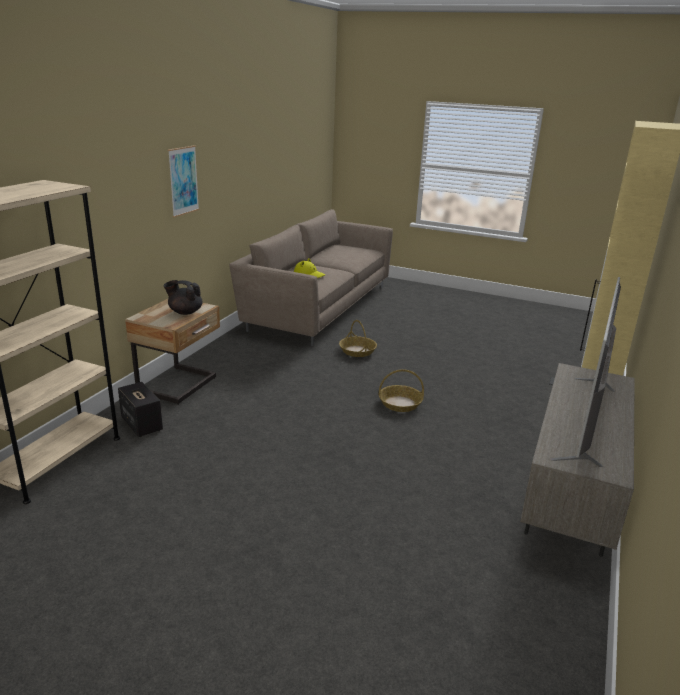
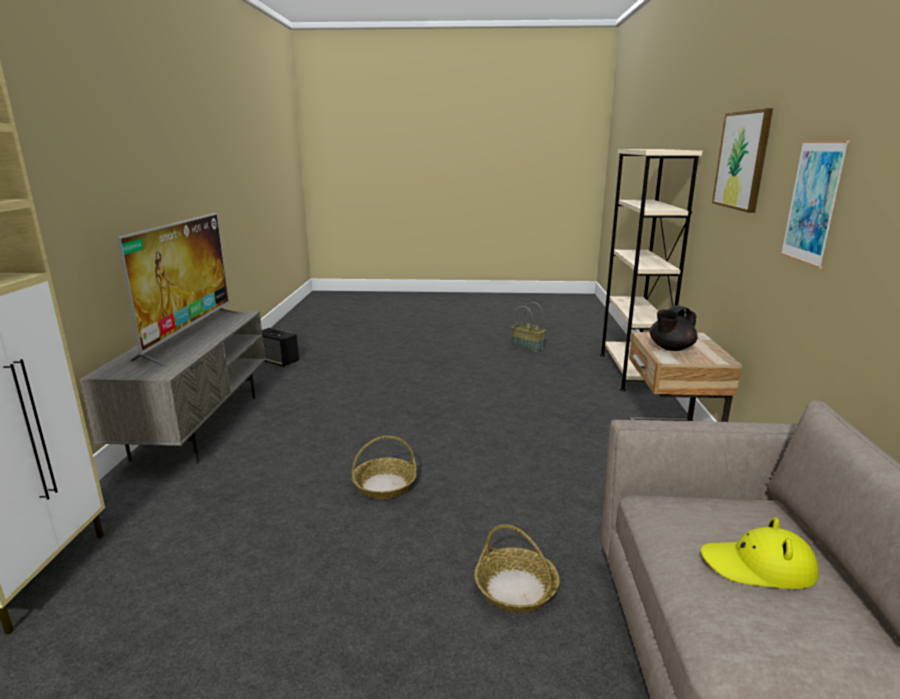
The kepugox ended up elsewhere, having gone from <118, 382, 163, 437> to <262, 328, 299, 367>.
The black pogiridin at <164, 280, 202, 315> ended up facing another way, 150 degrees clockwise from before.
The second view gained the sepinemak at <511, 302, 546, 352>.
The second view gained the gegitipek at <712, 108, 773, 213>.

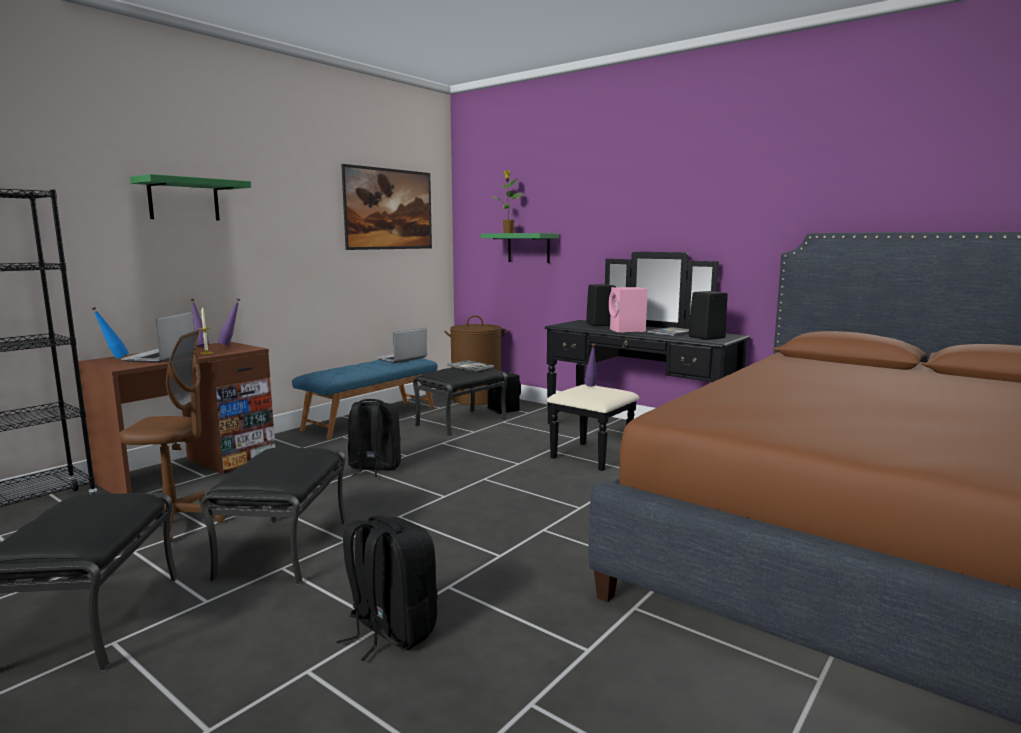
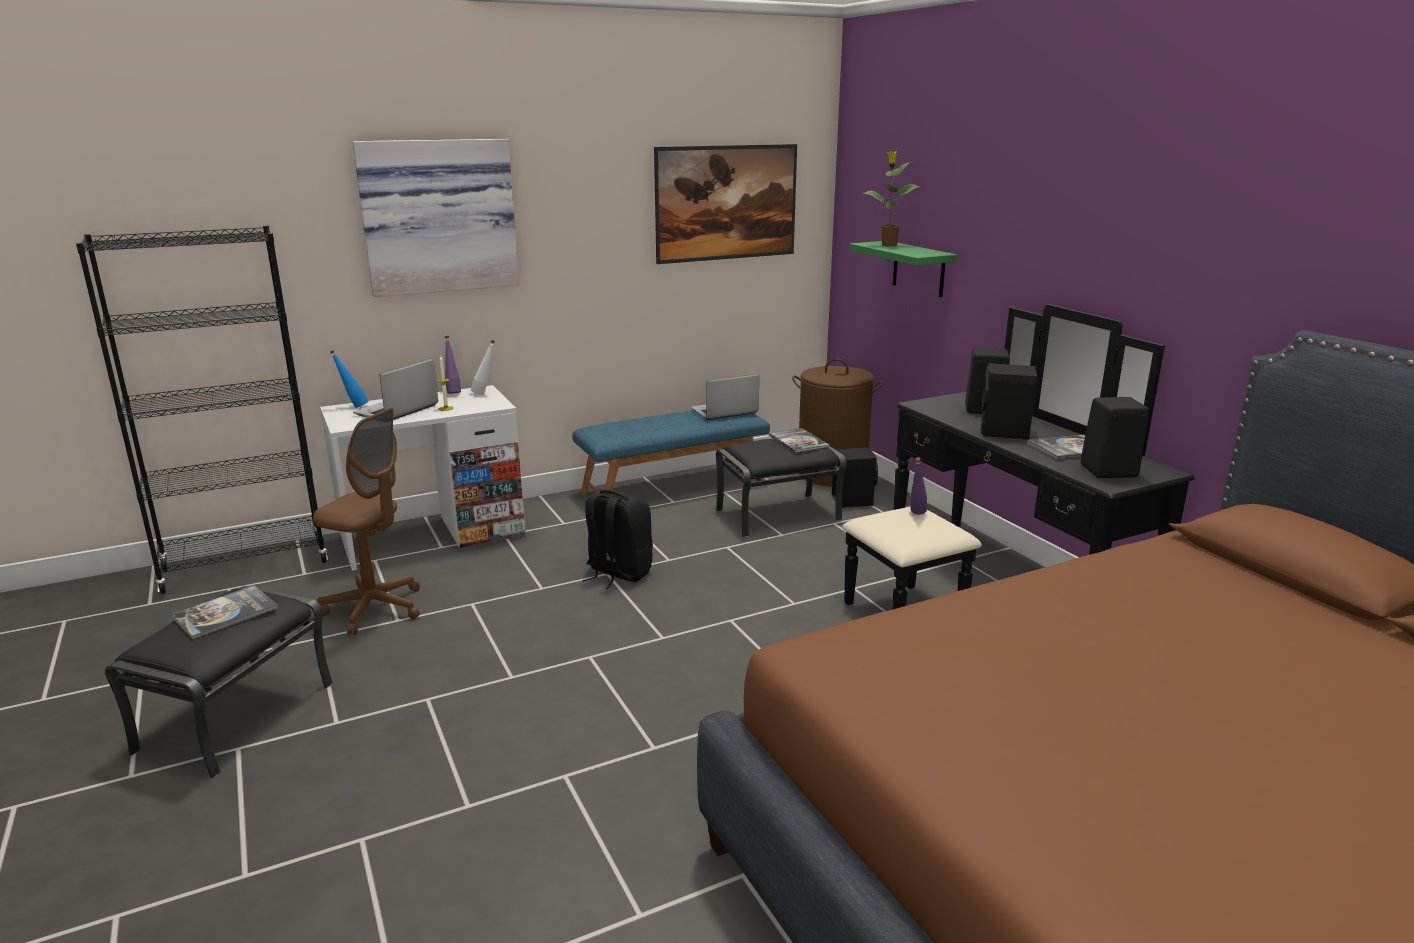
What was the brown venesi at <78, 342, 275, 494> turned into the white venesi at <320, 385, 526, 571>.
Where the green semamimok hung at <130, 174, 251, 220>, the gegitipek came to hang at <353, 139, 519, 297>.
The second view lost the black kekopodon at <200, 447, 347, 585>.
What was the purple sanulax at <217, 298, 240, 345> turned into the white sanulax at <471, 339, 495, 395>.
The second view lost the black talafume at <336, 515, 438, 661>.
What was the pink kepugox at <609, 287, 648, 333> turned into the black kepugox at <981, 363, 1037, 440>.
The second view gained the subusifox at <171, 585, 278, 639>.

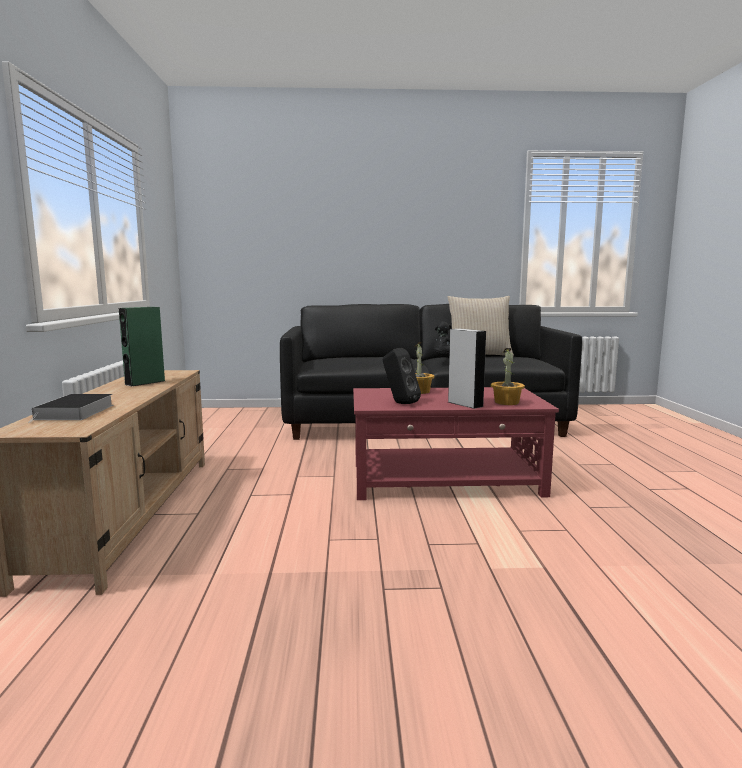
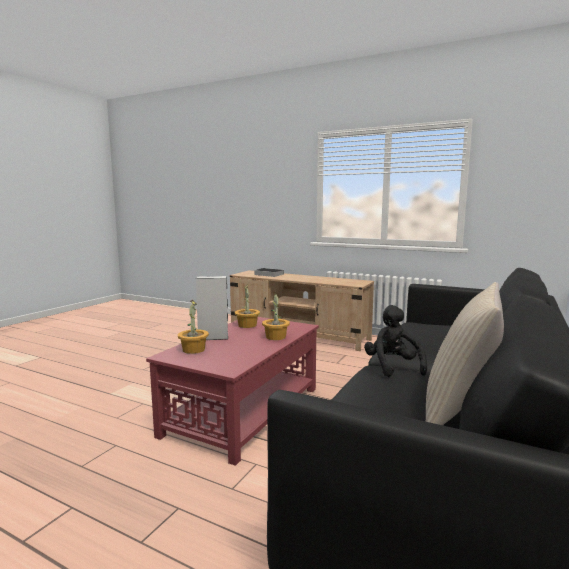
The second view lost the green kepugox at <119, 307, 165, 386>.
Where the black kepugox stood at <383, 348, 421, 404>, the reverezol came to stand at <235, 284, 260, 328>.

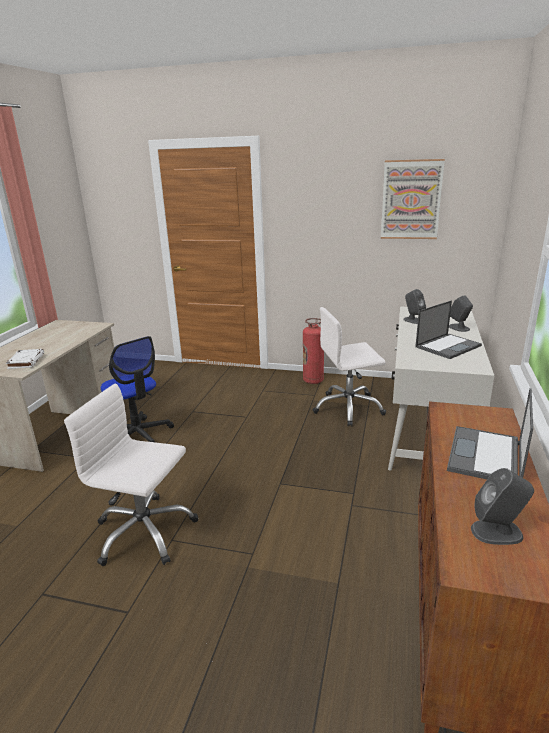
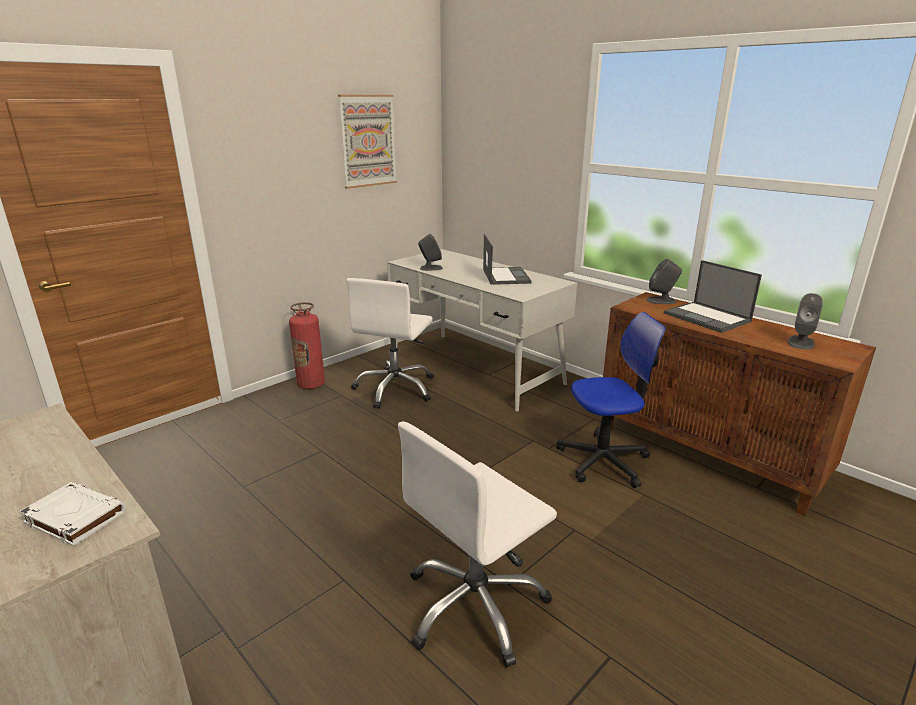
The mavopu ended up elsewhere, having gone from <101, 336, 174, 442> to <556, 312, 666, 488>.
The grey kepugox ended up elsewhere, having gone from <449, 295, 473, 332> to <647, 259, 682, 304>.

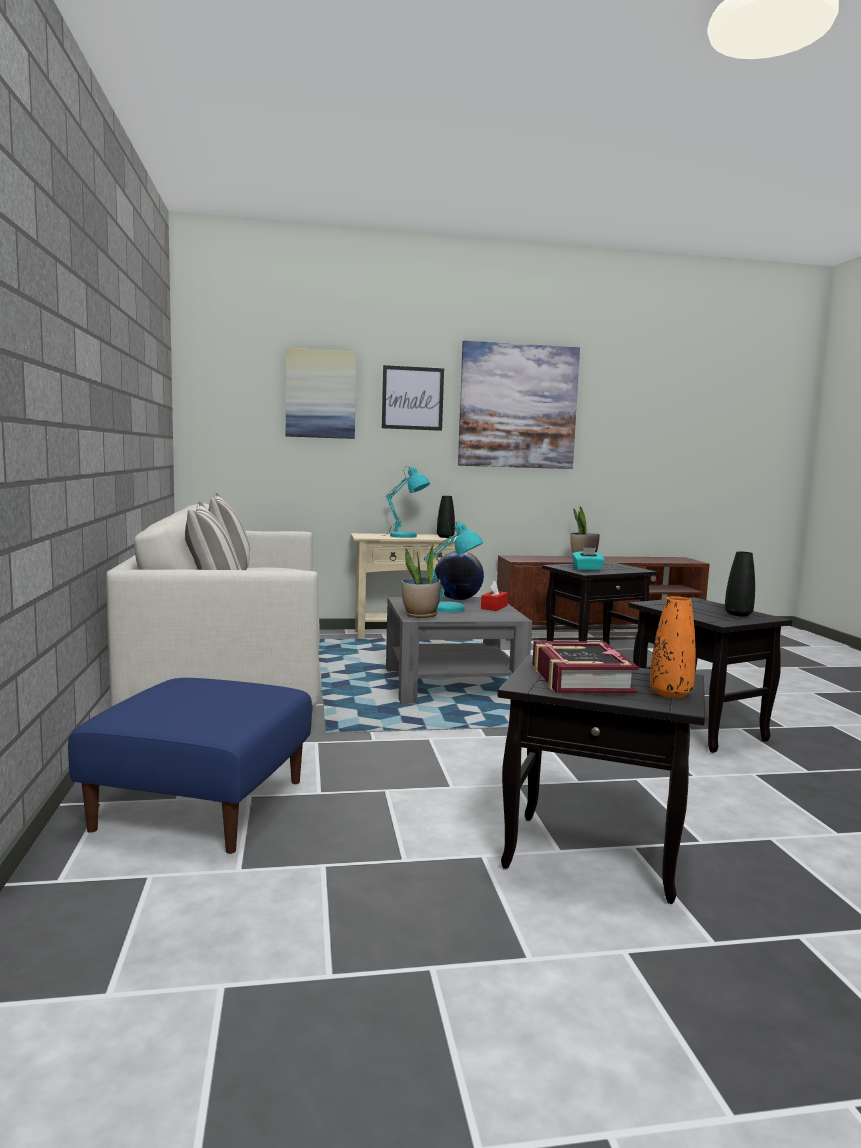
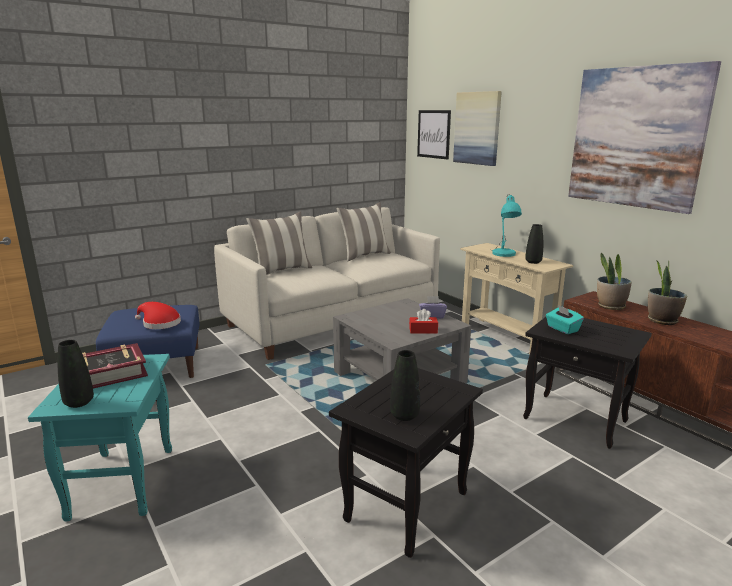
The gegitipek ended up elsewhere, having gone from <382, 365, 444, 431> to <417, 110, 451, 160>.
The reverezol ended up elsewhere, having gone from <401, 545, 441, 618> to <597, 253, 631, 310>.
The second view lost the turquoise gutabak at <424, 522, 483, 613>.
Where the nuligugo stood at <434, 551, 484, 600>, the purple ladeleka came to stand at <419, 296, 447, 319>.
What was the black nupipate at <498, 655, 705, 904> turned into the turquoise nupipate at <28, 354, 172, 521>.
What was the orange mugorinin at <650, 596, 696, 698> turned into the black mugorinin at <58, 340, 94, 408>.
The second view gained the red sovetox at <135, 302, 181, 329>.

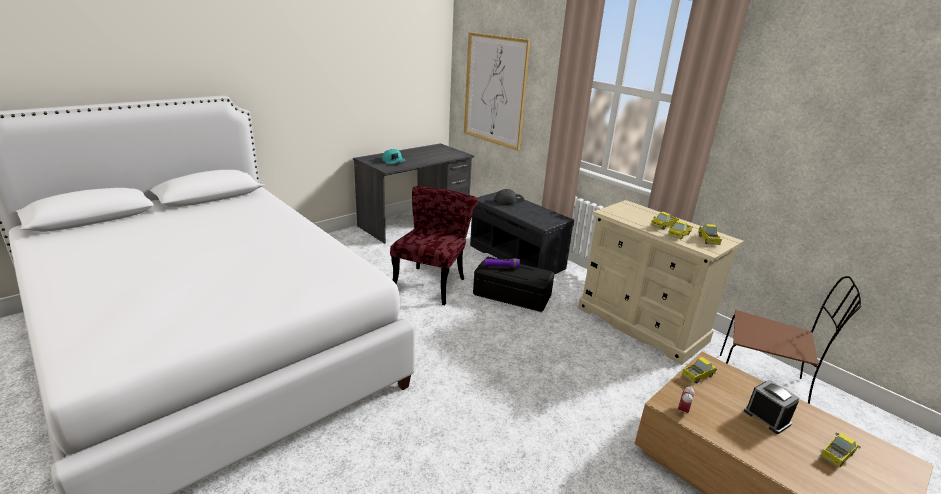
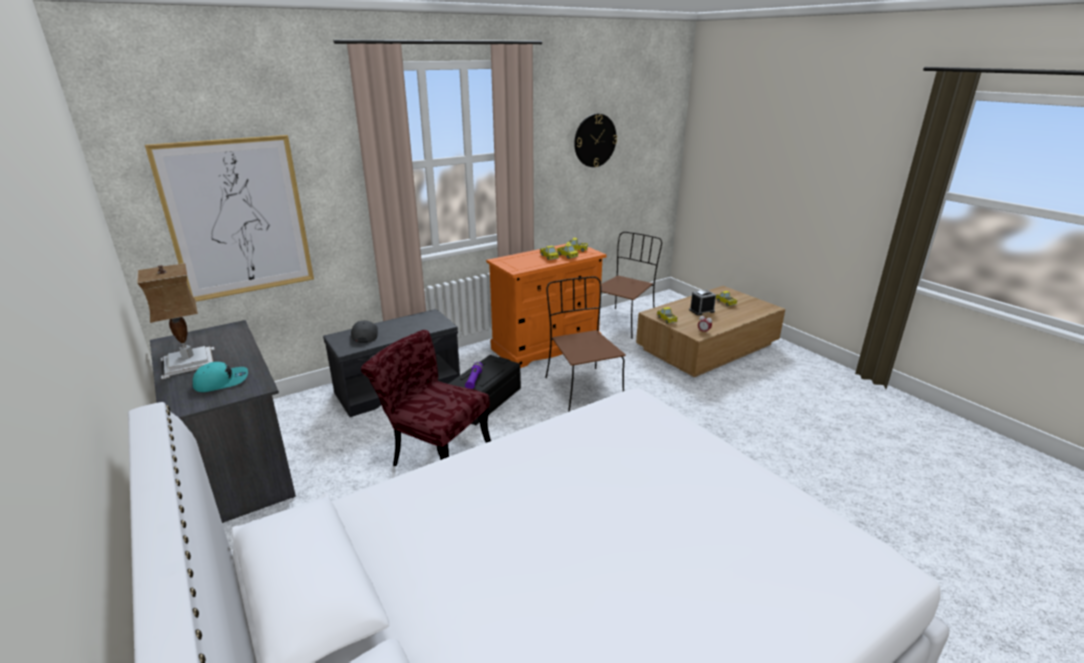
What was the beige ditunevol at <578, 200, 744, 365> turned into the orange ditunevol at <486, 244, 607, 368>.
The second view gained the gutabak at <137, 263, 215, 379>.
The second view gained the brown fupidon at <545, 276, 626, 411>.
The second view gained the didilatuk at <574, 114, 617, 167>.

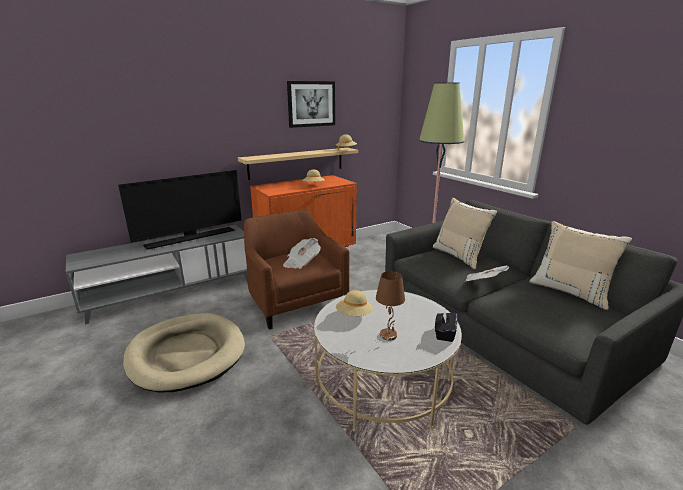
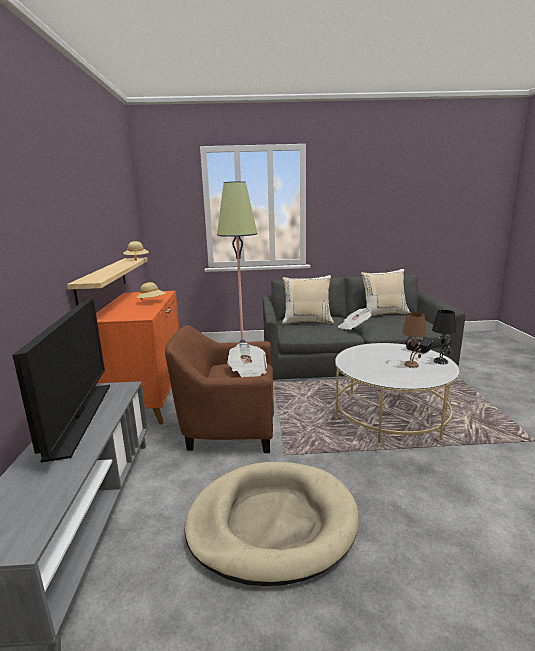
The second view lost the gegitipek at <287, 81, 335, 128>.
The second view lost the beige sovetox at <336, 290, 373, 316>.
The second view gained the black gutabak at <432, 310, 457, 364>.

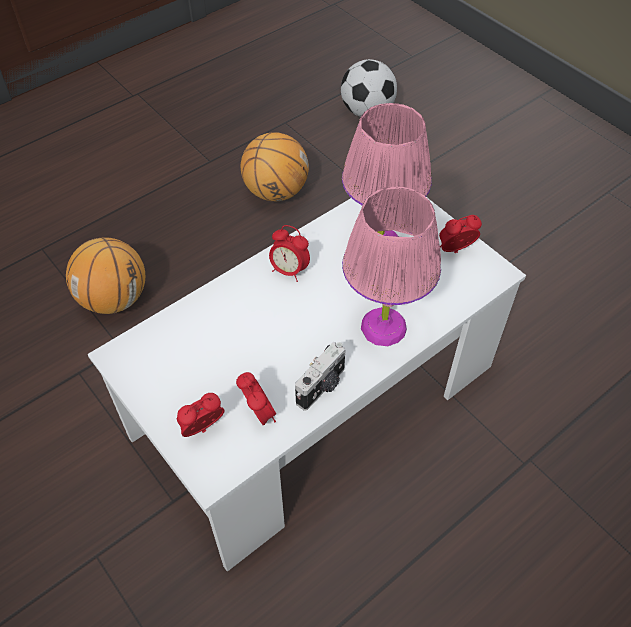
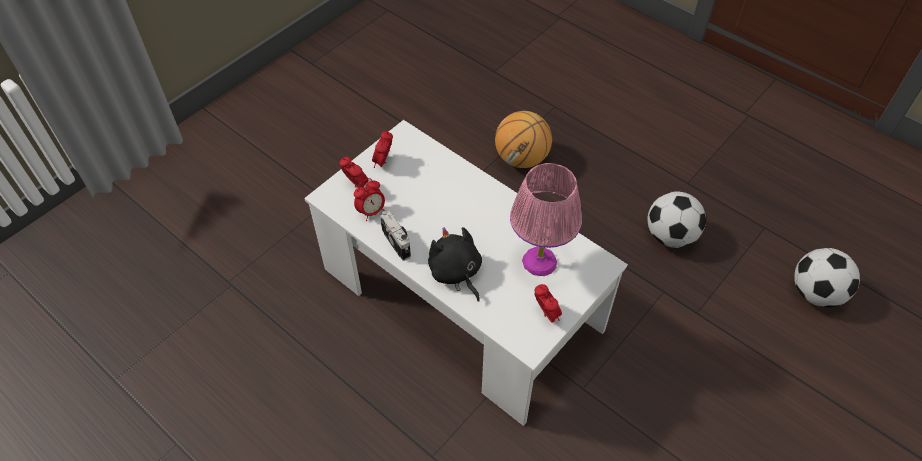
Where the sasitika stood at <241, 132, 309, 201>, the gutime came to stand at <648, 191, 706, 248>.
The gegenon ended up elsewhere, having gone from <269, 225, 310, 282> to <372, 132, 393, 168>.
The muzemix at <295, 342, 346, 411> ended up facing another way, 150 degrees counterclockwise from before.
Where the pink gutabak stood at <342, 187, 441, 346>, the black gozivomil came to stand at <428, 227, 482, 302>.

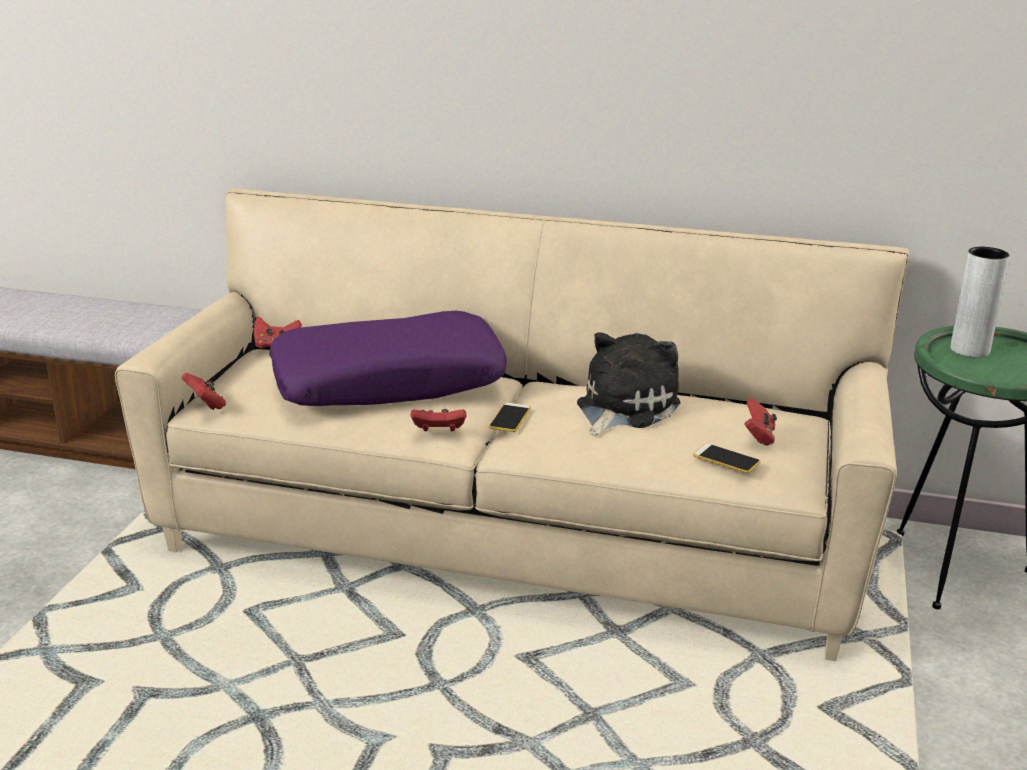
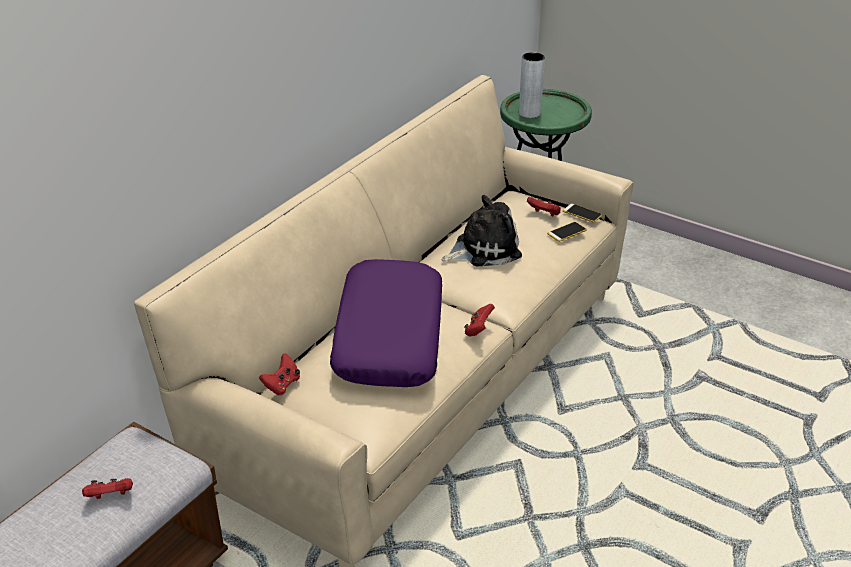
The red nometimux ended up elsewhere, having gone from <182, 373, 226, 410> to <82, 478, 133, 499>.
The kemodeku ended up elsewhere, having gone from <489, 403, 531, 432> to <563, 204, 602, 223>.
The gozivomil at <577, 332, 681, 436> ended up facing another way, 105 degrees clockwise from before.

